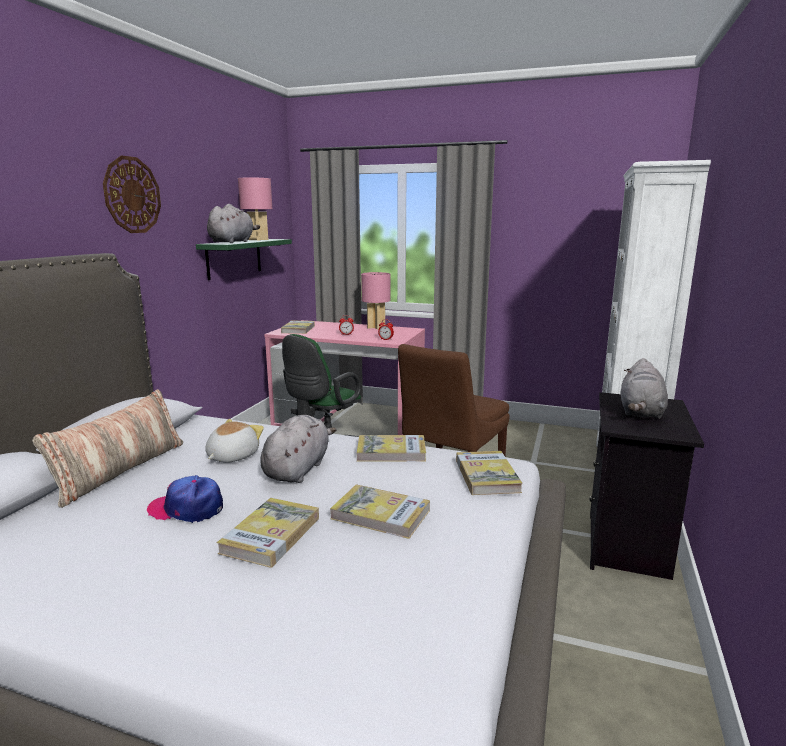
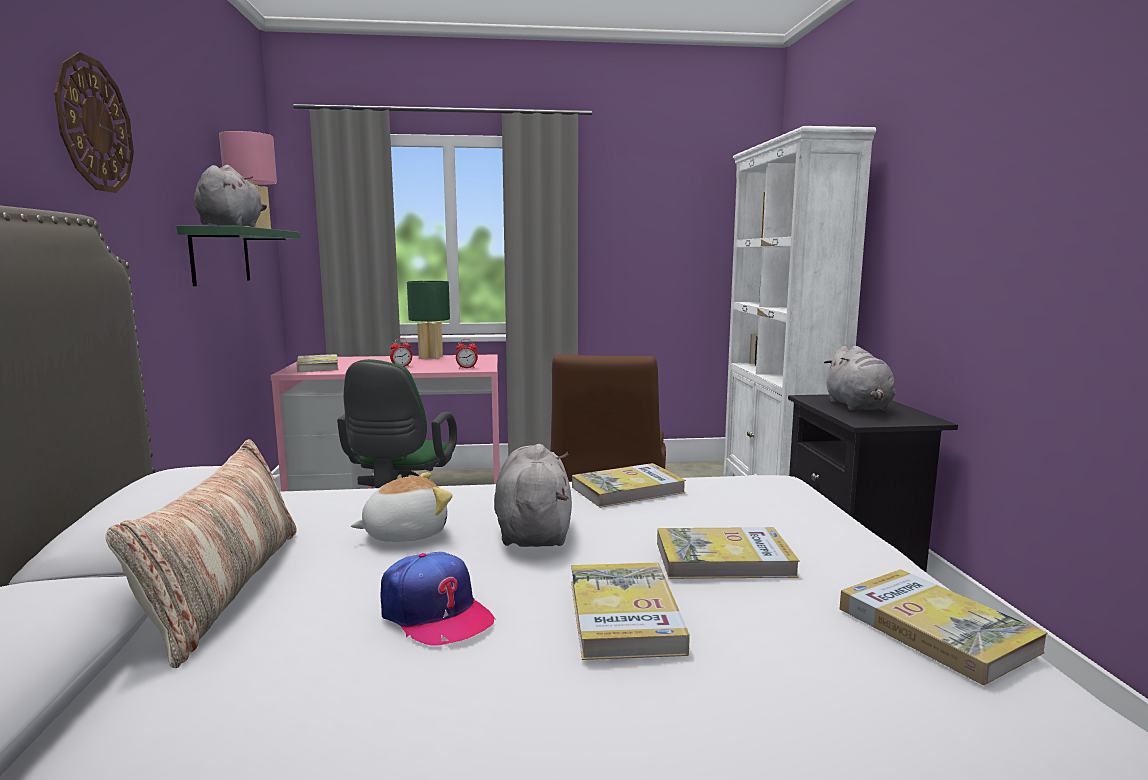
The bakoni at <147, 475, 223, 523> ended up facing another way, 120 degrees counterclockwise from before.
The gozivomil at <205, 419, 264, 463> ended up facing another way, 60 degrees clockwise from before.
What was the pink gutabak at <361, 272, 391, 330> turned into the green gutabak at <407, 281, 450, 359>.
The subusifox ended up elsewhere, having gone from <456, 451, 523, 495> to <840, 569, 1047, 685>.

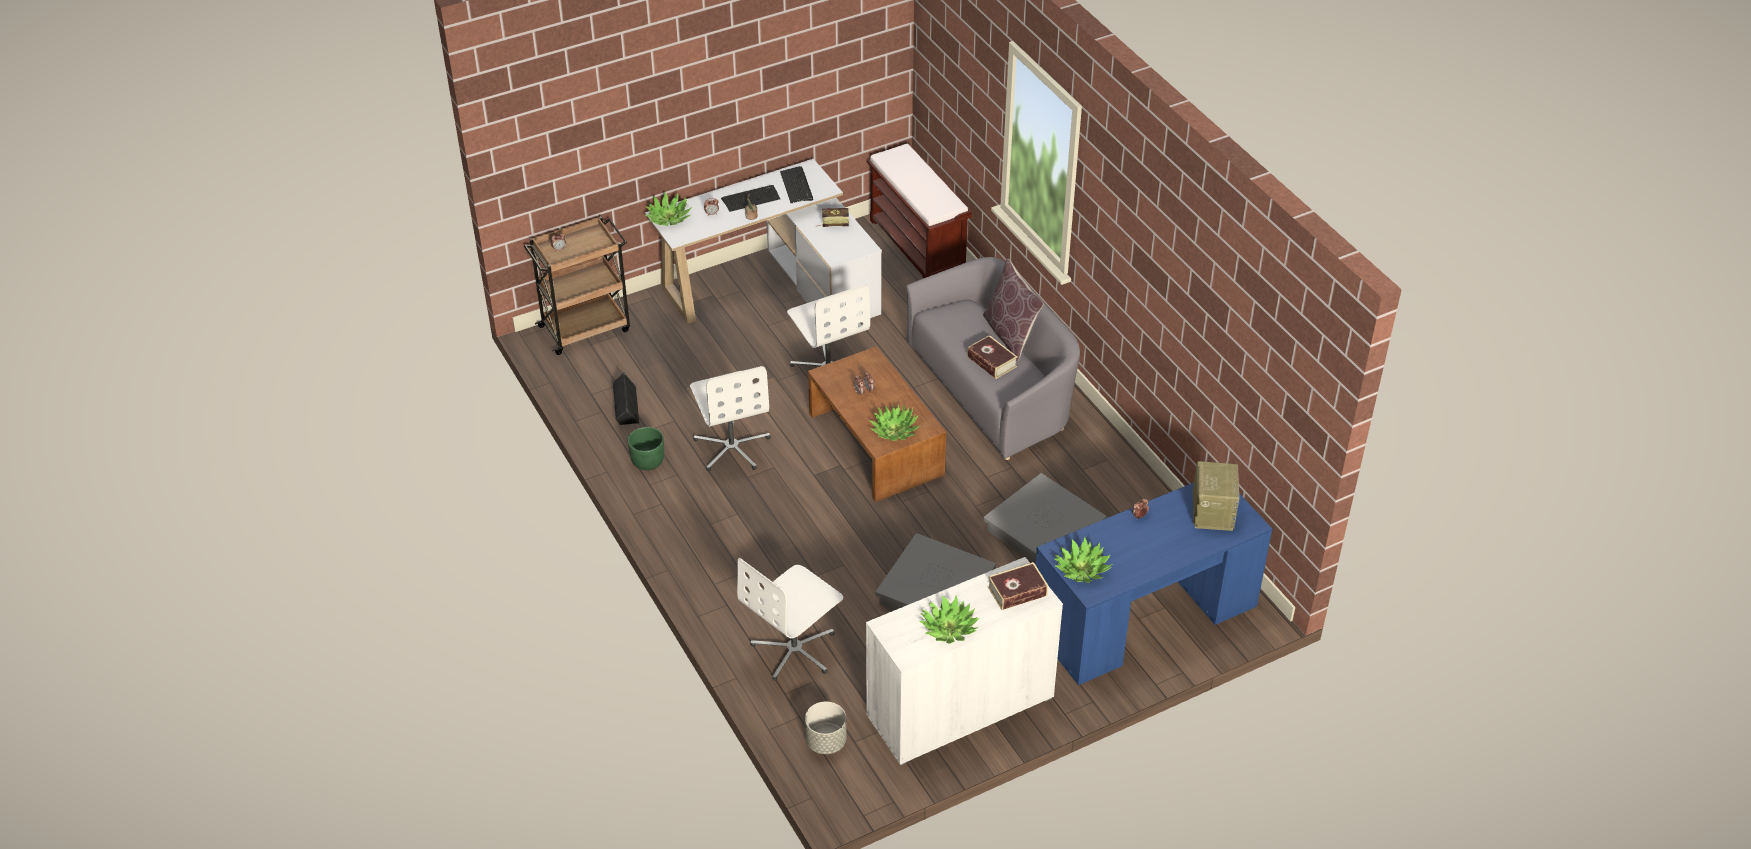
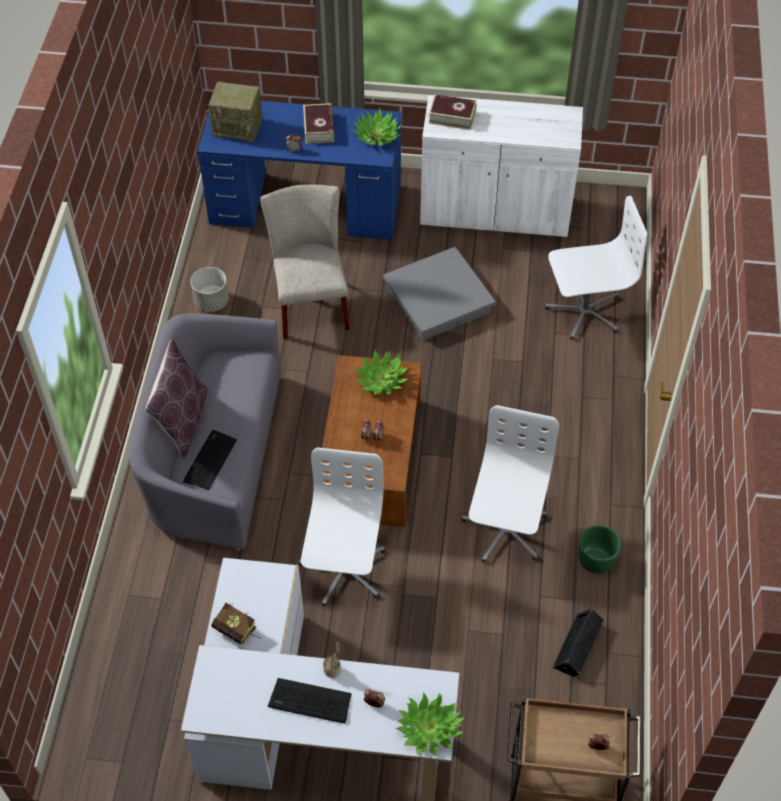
The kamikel ended up elsewhere, having gone from <780, 166, 813, 203> to <183, 430, 237, 490>.
The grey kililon ended up elsewhere, having gone from <805, 702, 846, 754> to <191, 267, 229, 312>.
The second view lost the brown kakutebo at <867, 144, 972, 278>.
The second view lost the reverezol at <920, 595, 979, 644>.
The subusifox ended up elsewhere, having gone from <967, 335, 1018, 379> to <303, 103, 334, 144>.
Where the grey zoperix stood at <983, 473, 1107, 564>, the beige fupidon came to stand at <260, 184, 349, 339>.
The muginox at <1193, 461, 1239, 531> ended up facing another way, 120 degrees counterclockwise from before.

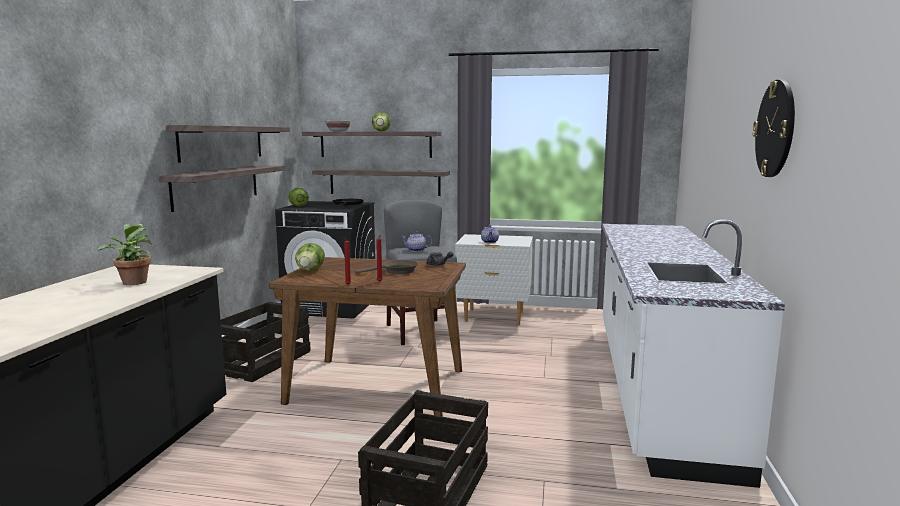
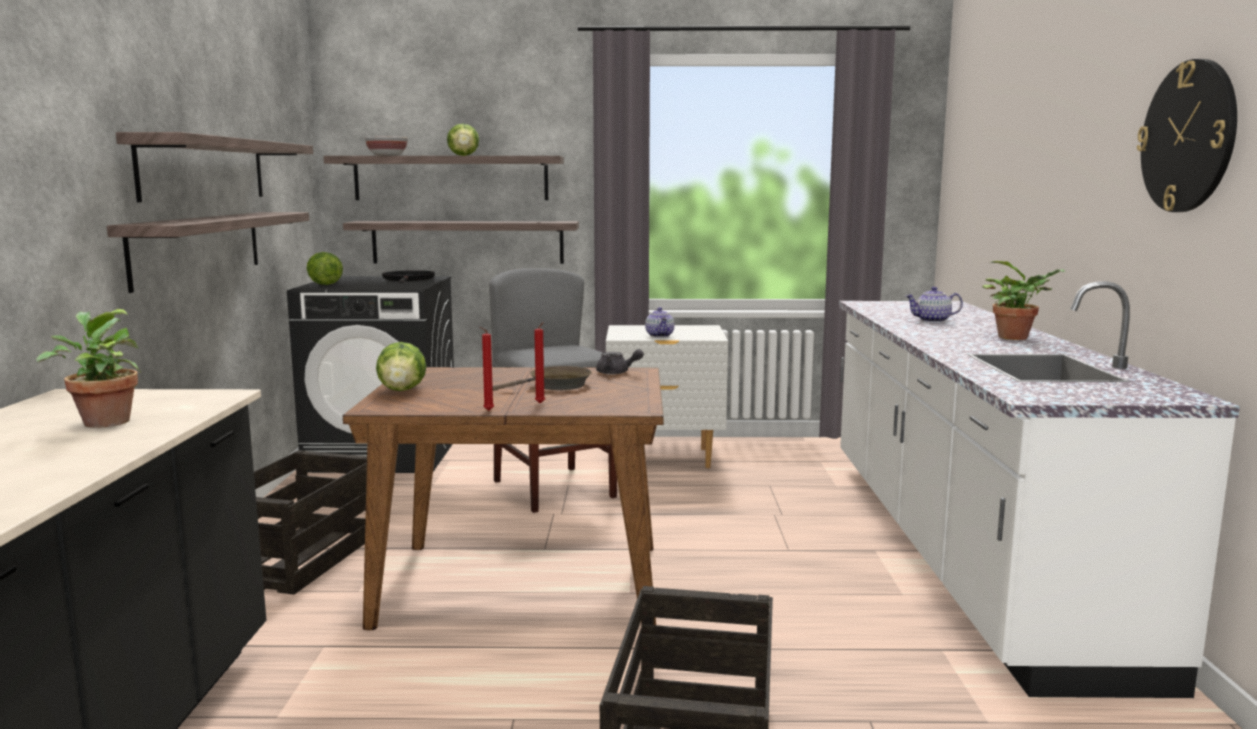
The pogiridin ended up elsewhere, having gone from <401, 231, 432, 252> to <906, 287, 963, 323>.
The second view gained the reverezol at <982, 261, 1065, 340>.

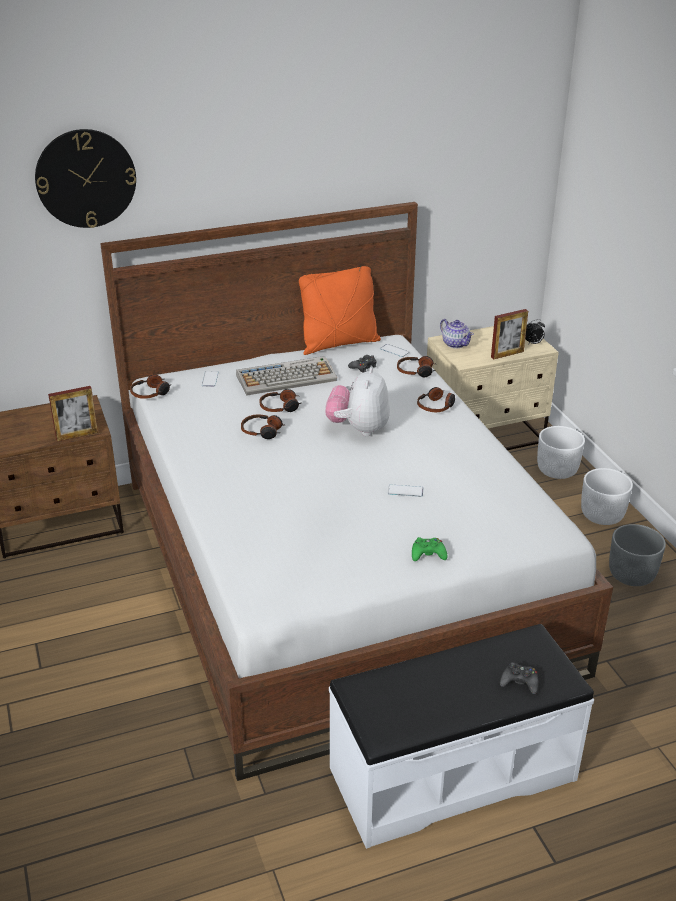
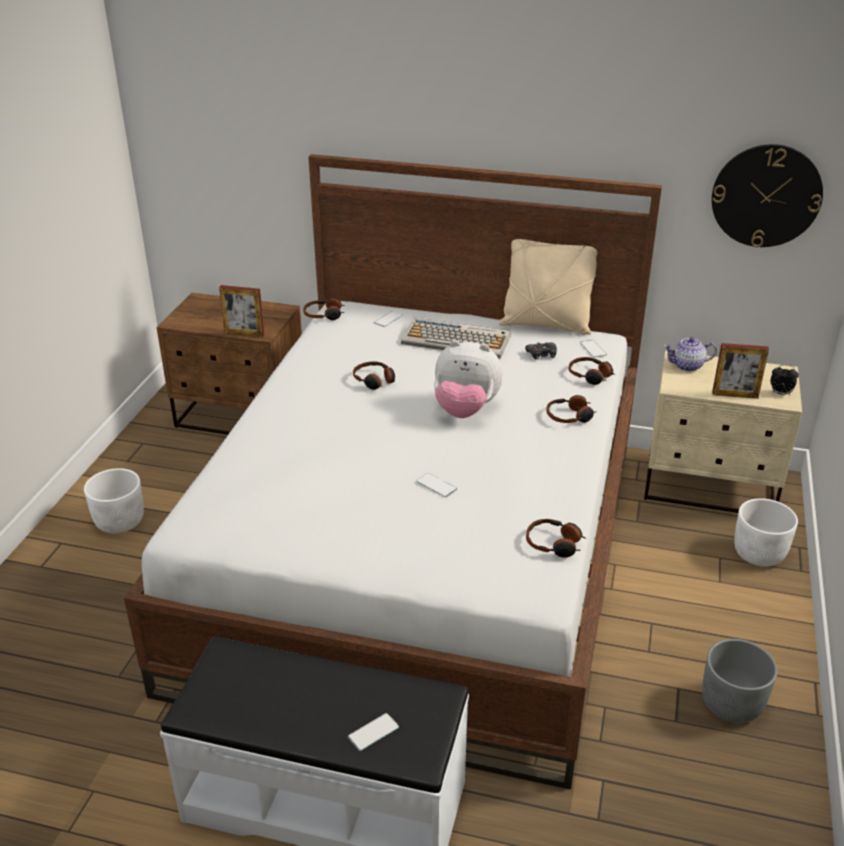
The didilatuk ended up elsewhere, having gone from <35, 129, 136, 228> to <712, 144, 823, 247>.
The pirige ended up elsewhere, having gone from <259, 389, 301, 412> to <526, 519, 586, 558>.
What was the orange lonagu at <299, 266, 381, 355> turned into the beige lonagu at <499, 239, 598, 335>.
The gozivomil at <325, 367, 390, 436> ended up facing another way, 120 degrees counterclockwise from before.
The second view lost the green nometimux at <412, 537, 448, 561>.
The pogiridin at <440, 319, 474, 349> ended up facing another way, 90 degrees clockwise from before.
Where the black nometimux stood at <500, 662, 539, 694>, the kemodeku came to stand at <348, 713, 399, 751>.
The white kililon ended up elsewhere, having gone from <581, 468, 633, 525> to <84, 468, 144, 533>.

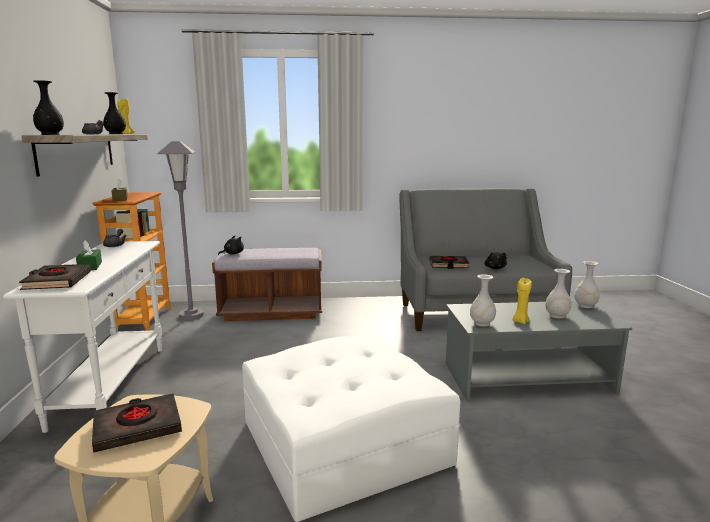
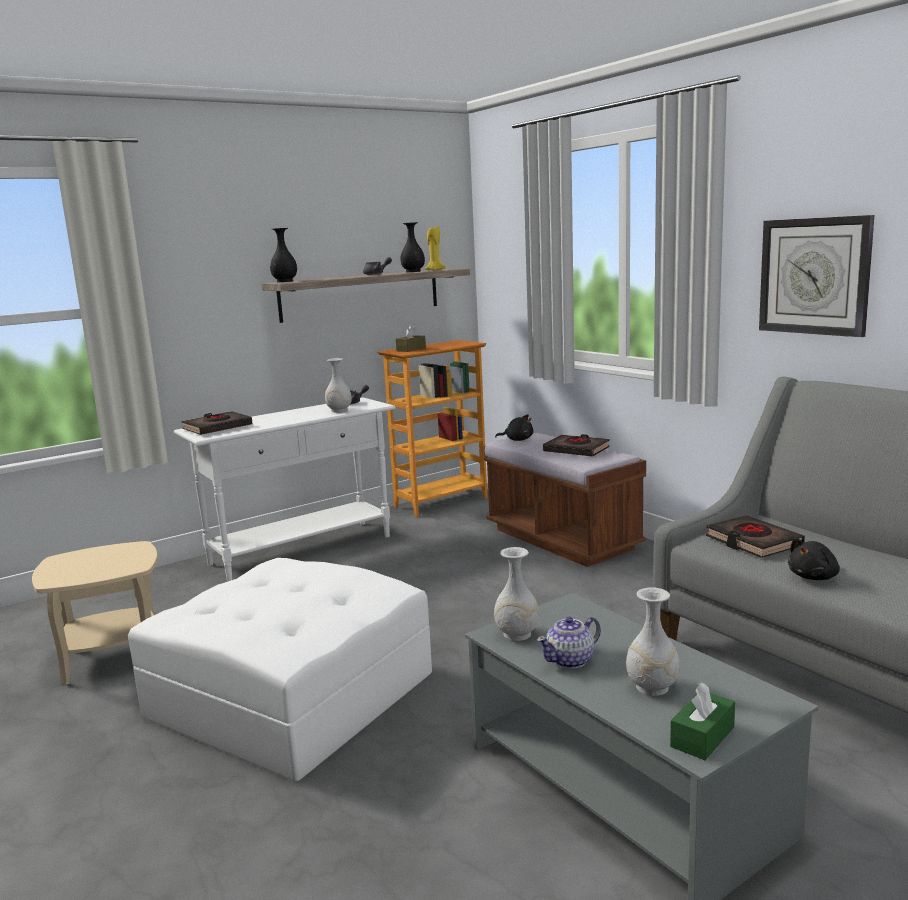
The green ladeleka ended up elsewhere, having gone from <76, 240, 102, 270> to <670, 682, 735, 760>.
The black subusifox ended up elsewhere, having gone from <92, 393, 182, 453> to <543, 434, 610, 457>.
The second view lost the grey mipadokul at <157, 141, 204, 320>.
Where the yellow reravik stood at <512, 278, 532, 324>, the pogiridin came to stand at <537, 617, 601, 669>.
The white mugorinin ended up elsewhere, having gone from <574, 261, 600, 308> to <325, 358, 352, 412>.
The second view gained the didilatuk at <759, 215, 874, 337>.

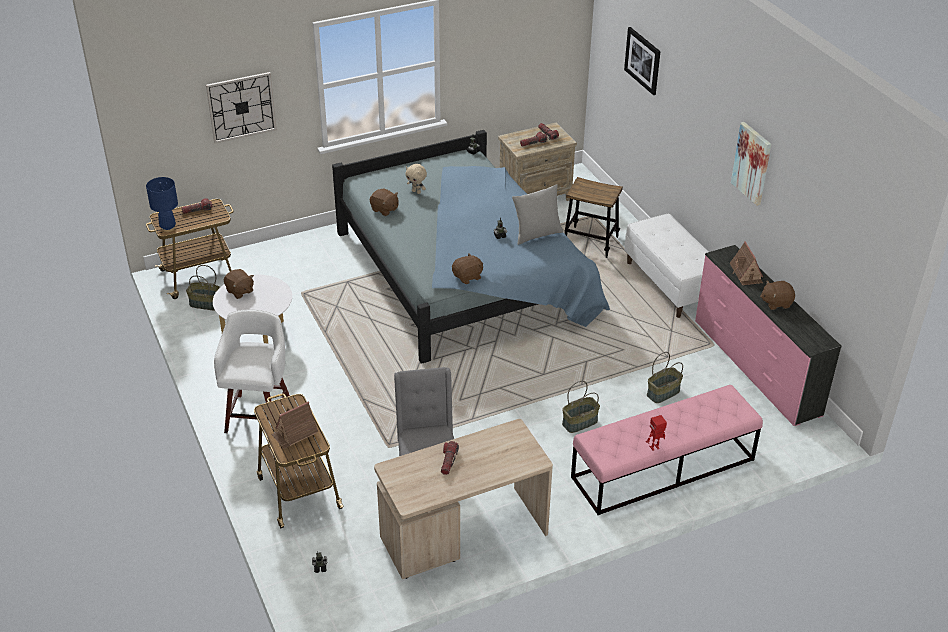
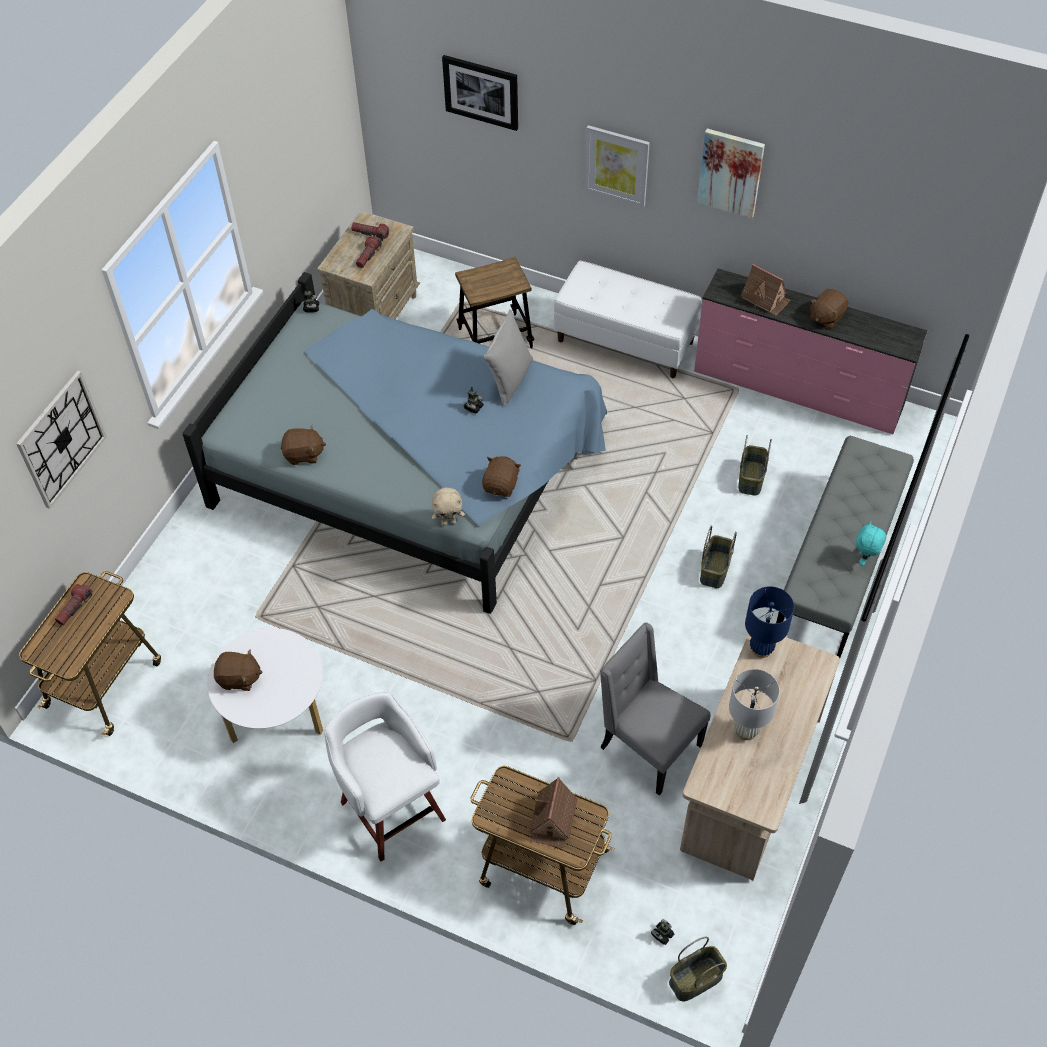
The blue gutabak ended up elsewhere, having gone from <146, 177, 178, 232> to <745, 586, 794, 658>.
The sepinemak ended up elsewhere, having gone from <186, 265, 220, 310> to <669, 937, 727, 1001>.
The beige gozivomil ended up elsewhere, having gone from <405, 164, 427, 194> to <432, 487, 465, 525>.
Where the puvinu stood at <441, 441, 459, 475>, the white gutabak came to stand at <729, 669, 780, 740>.
What was the pink kakutebo at <571, 385, 763, 515> turned into the grey kakutebo at <776, 436, 914, 658>.
Where the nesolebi stood at <646, 415, 667, 451>, the turquoise gozivomil came to stand at <856, 521, 887, 566>.
The second view gained the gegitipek at <585, 125, 650, 207>.

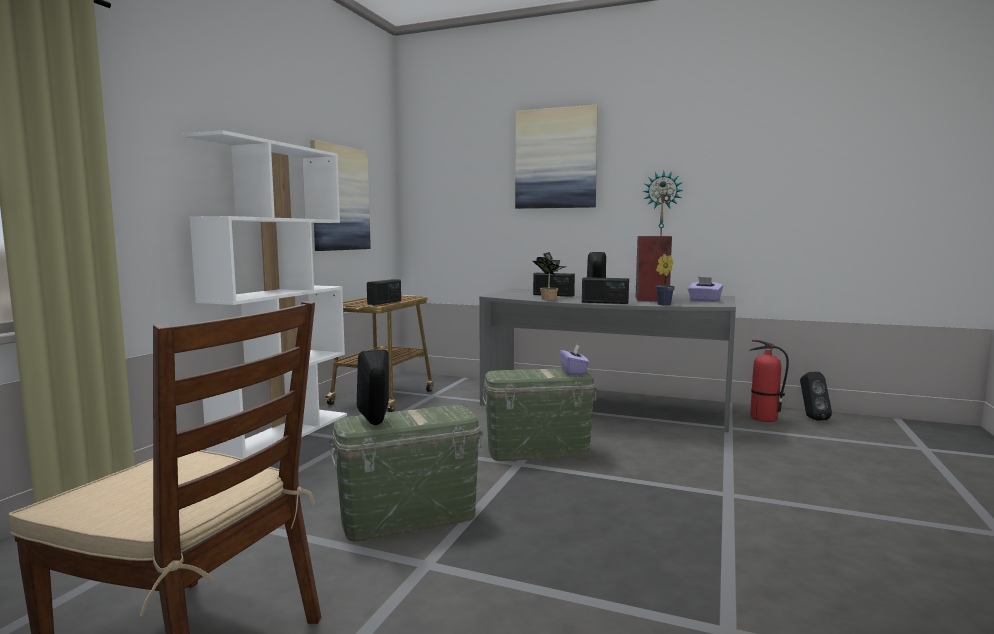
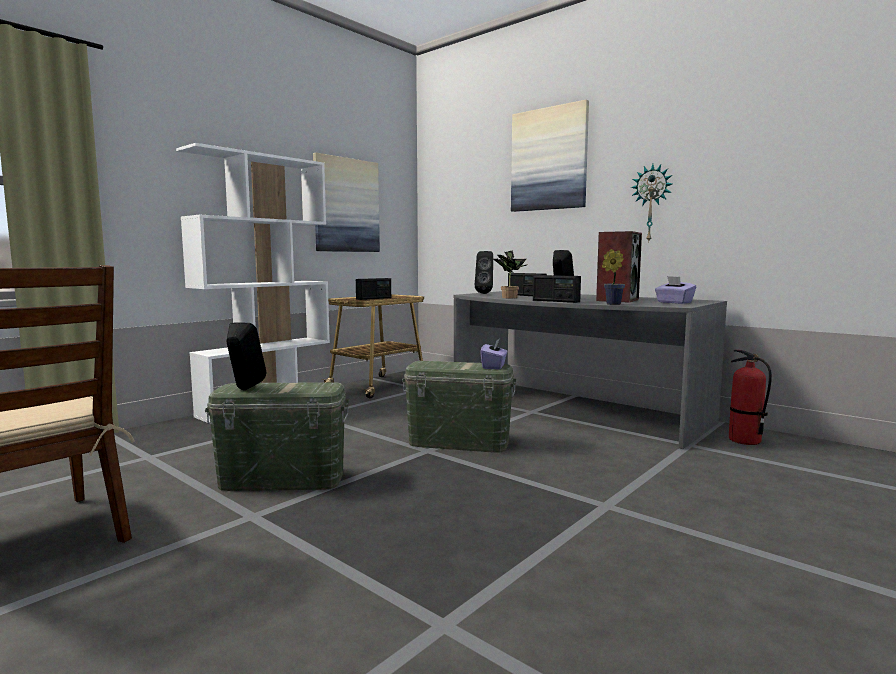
The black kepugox ended up elsewhere, having gone from <800, 372, 832, 421> to <475, 251, 493, 294>.

